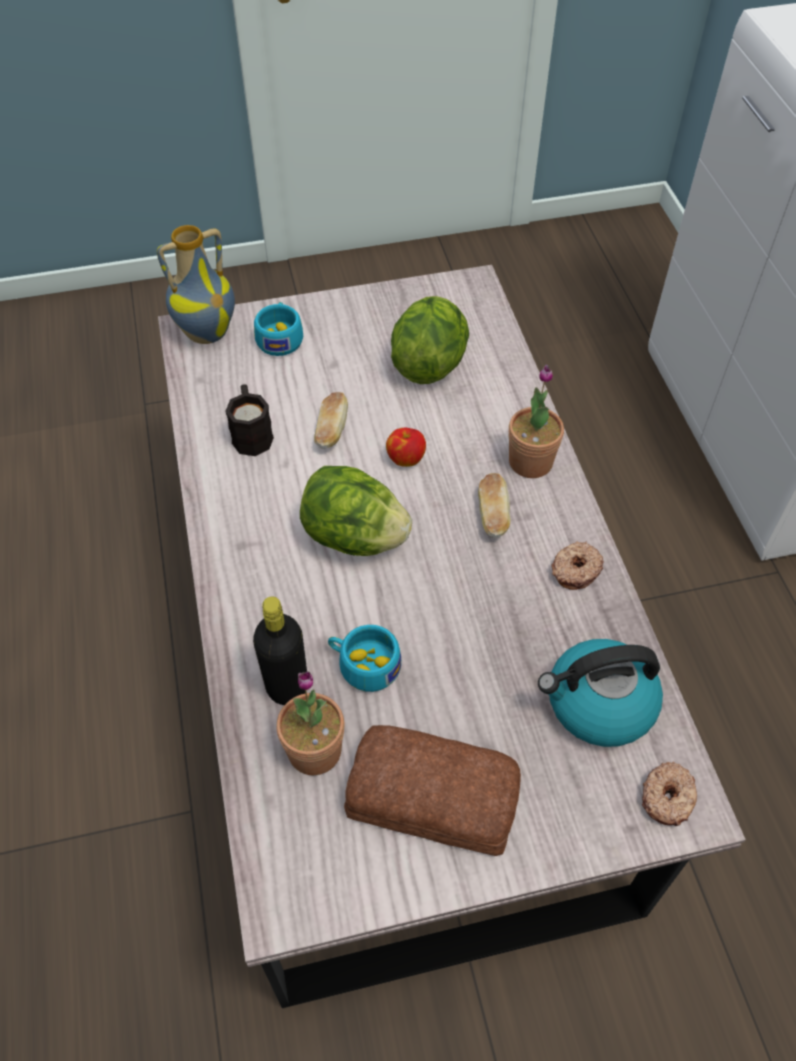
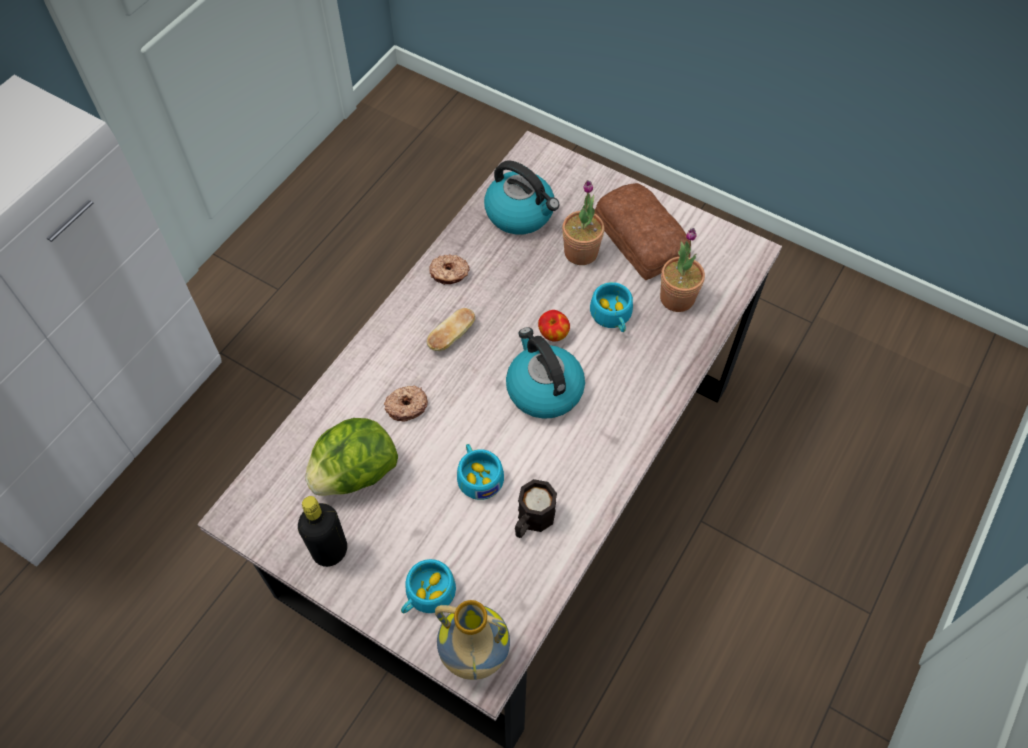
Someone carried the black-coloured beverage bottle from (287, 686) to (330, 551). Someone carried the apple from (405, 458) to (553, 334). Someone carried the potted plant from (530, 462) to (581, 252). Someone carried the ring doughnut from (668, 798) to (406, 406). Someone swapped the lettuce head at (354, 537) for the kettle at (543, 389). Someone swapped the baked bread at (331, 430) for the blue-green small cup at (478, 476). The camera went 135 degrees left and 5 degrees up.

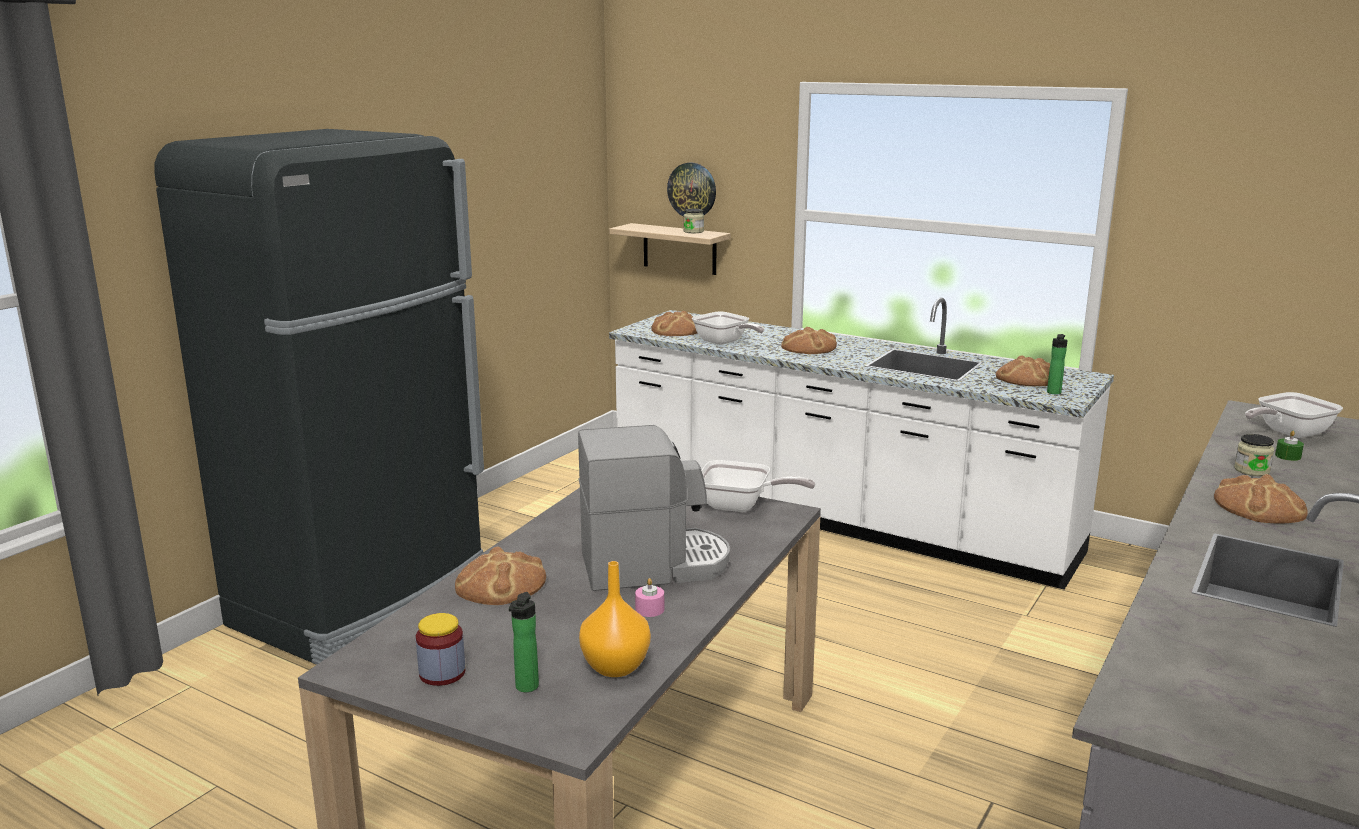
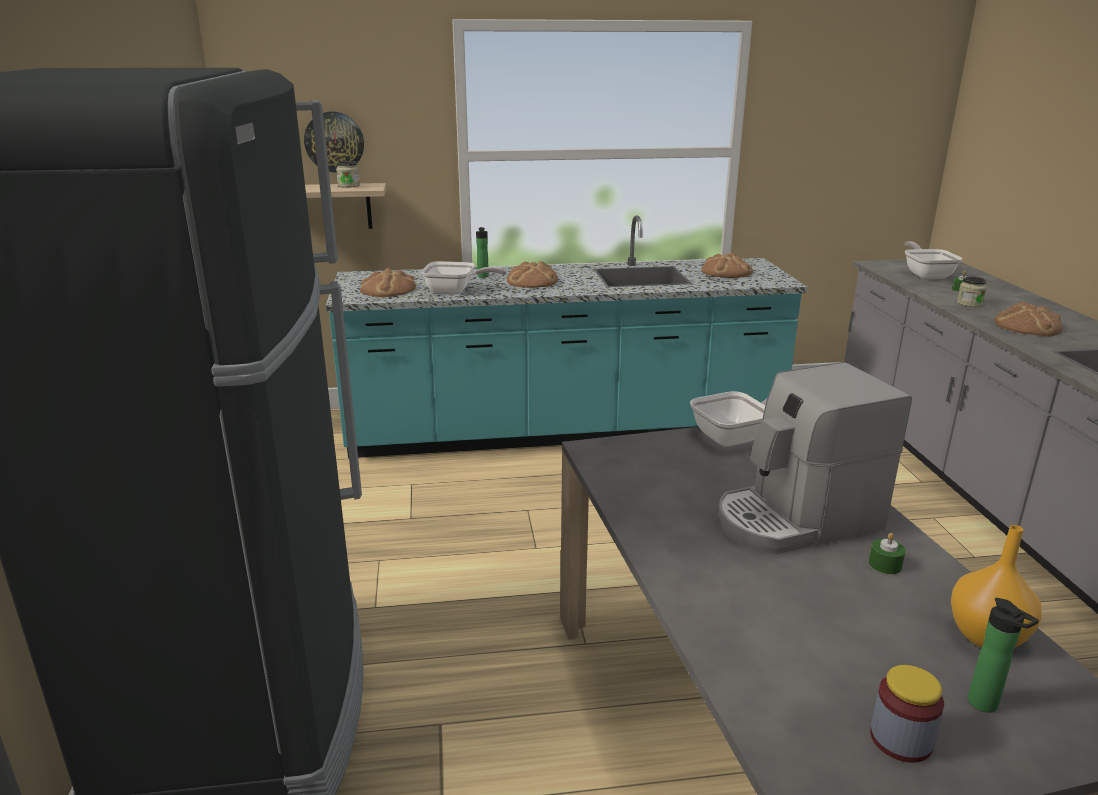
Someone took away the baked bread at (500, 583). Someone carried the beverage bottle from (1053, 393) to (483, 276). Someone repainted the white-coloured kitchen base unit at (835, 518), which became the blue-green kitchen base unit at (564, 431). Someone repainted the pinkish wax candle at (649, 609), which became the greenish wax candle at (885, 564). Someone rotated the coffee maker at (654, 565) by 150 degrees counterclockwise. Someone rotated the pan at (1288, 433) by 150 degrees clockwise. The camera went 40 degrees left and 5 degrees up.

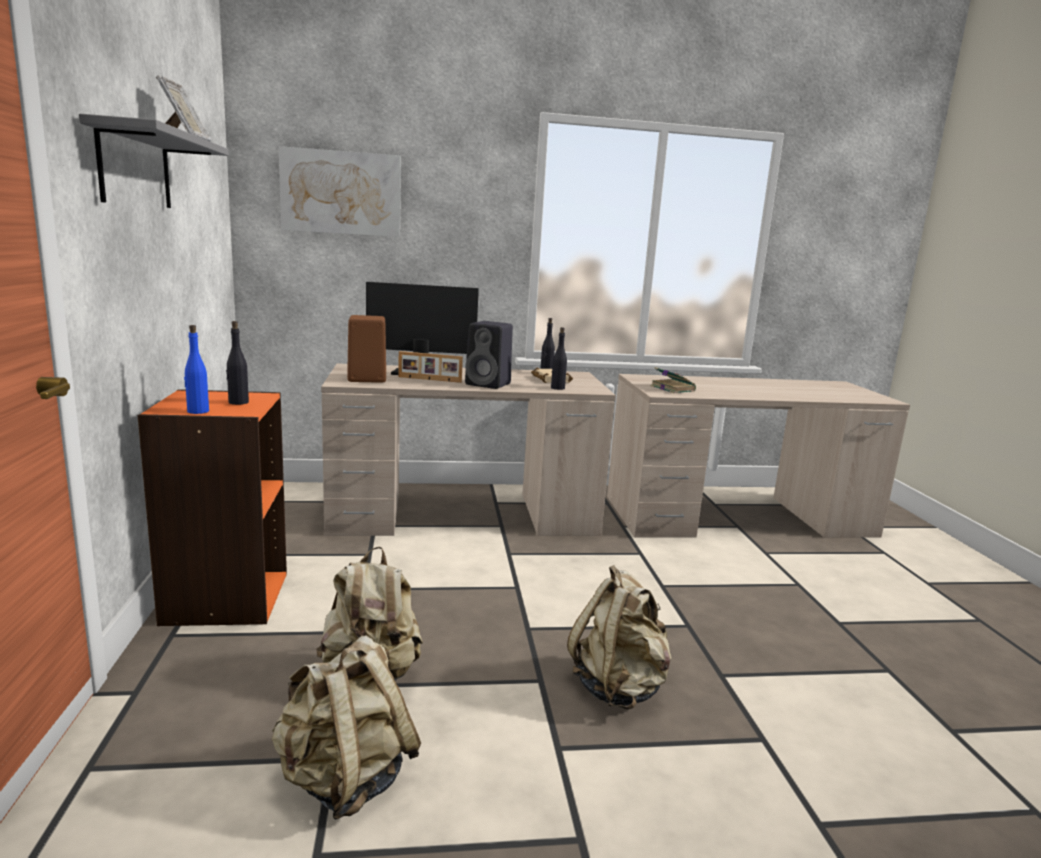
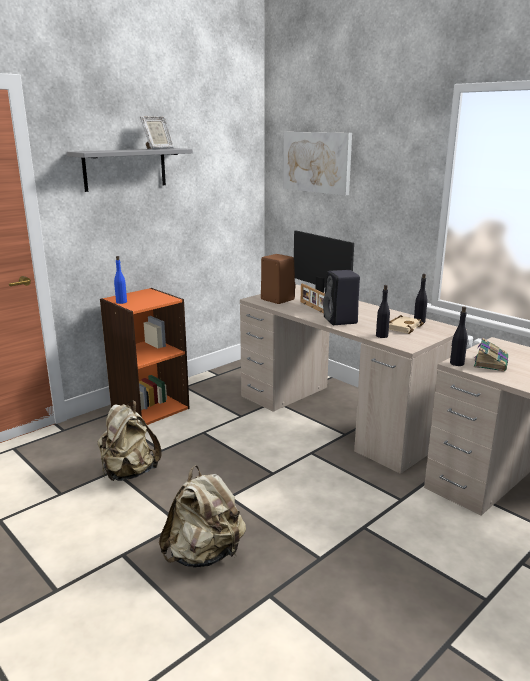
Someone took away the beige-coloured rucksack at (345, 779). Someone carried the black-coloured beverage bottle from (238, 402) to (456, 363). The camera went 55 degrees right and 5 degrees up.

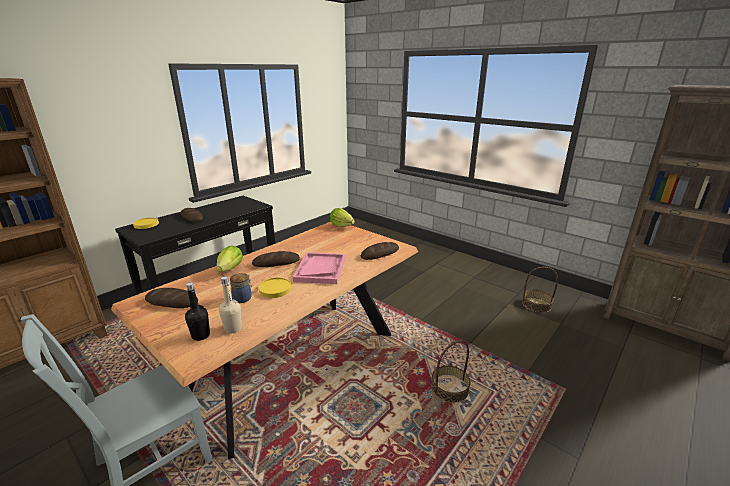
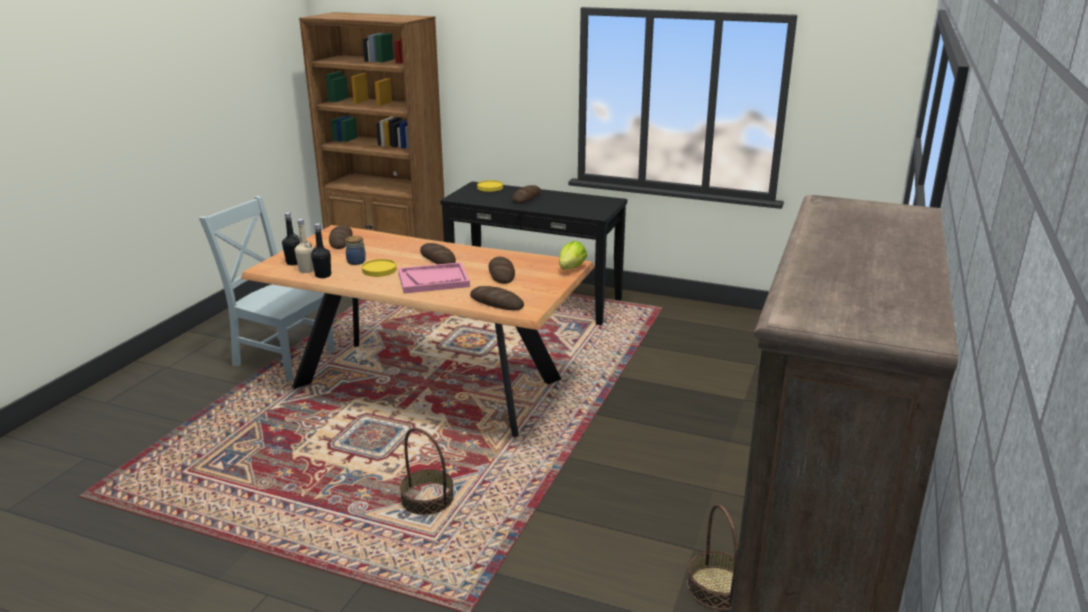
Someone took away the lettuce head at (230, 269). Someone put down the black-coloured beverage bottle at (323, 275). Someone put down the baked bread at (501, 274). The camera went 70 degrees right and 0 degrees up.

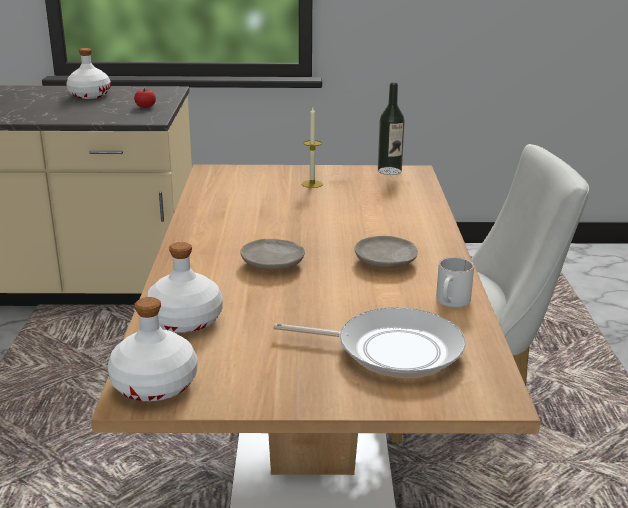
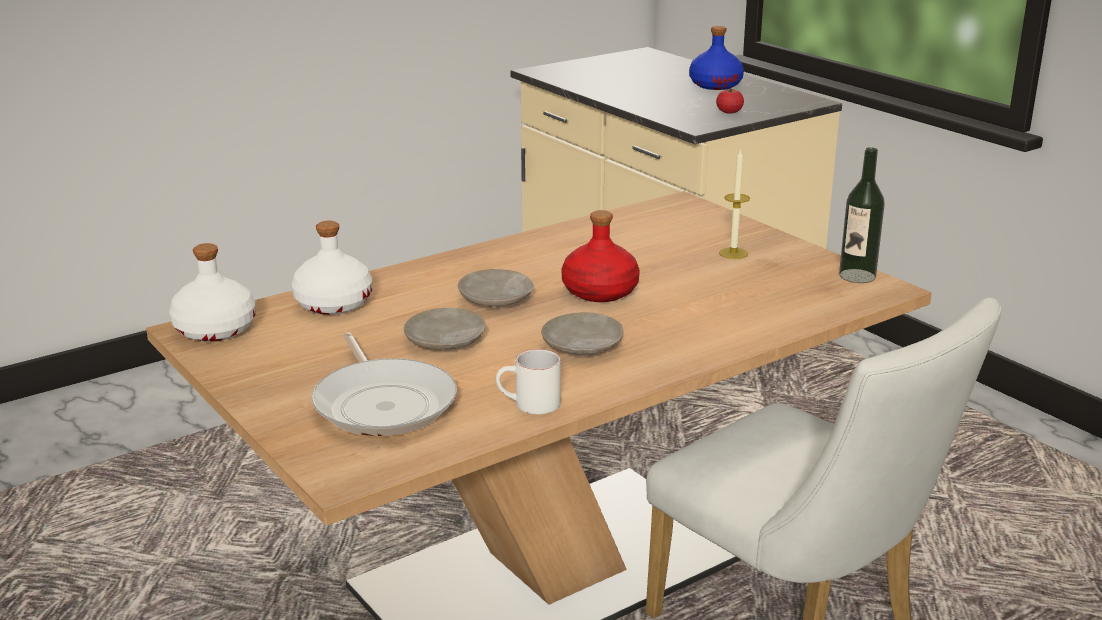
Someone put down the beige-coloured flat dish at (444, 342). Someone put down the red beverage bottle at (600, 292). Someone repainted the white-coloured beverage bottle at (89, 95), which became the blue-coloured beverage bottle at (715, 85). The camera went 55 degrees right and 0 degrees up.

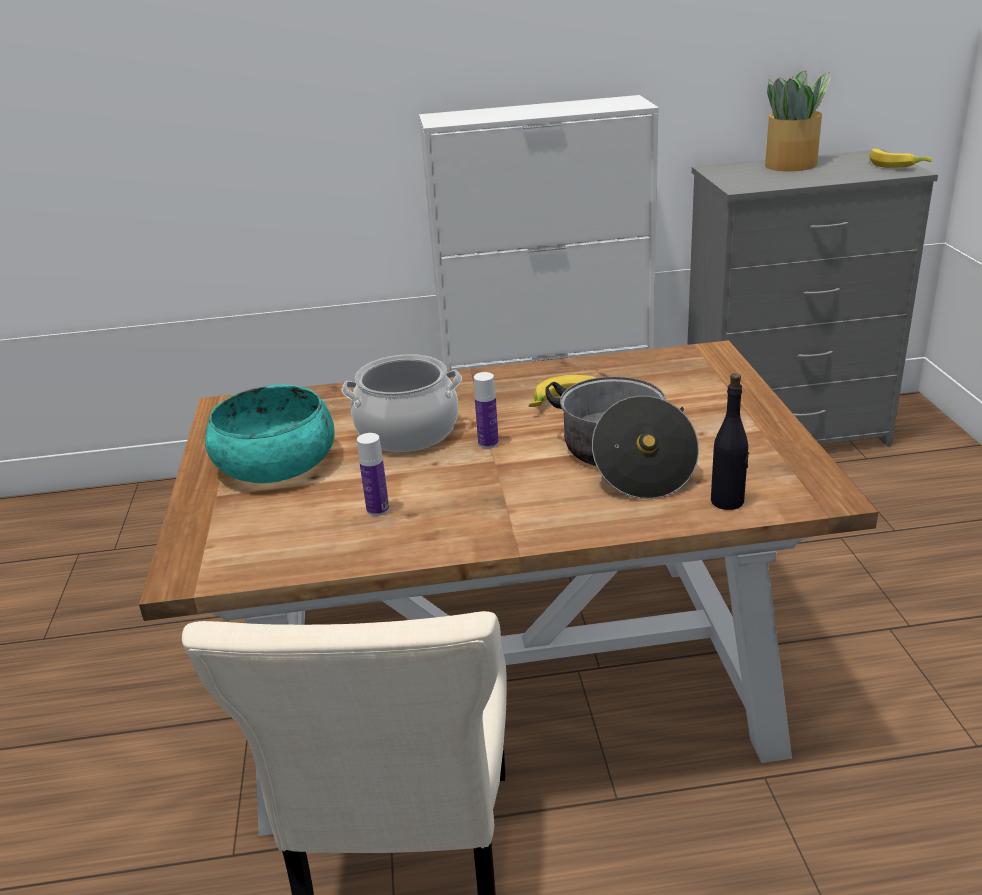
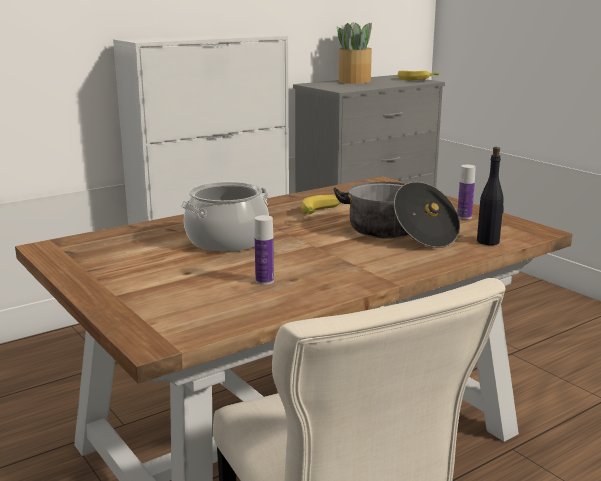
Someone took away the blue-green bowl at (275, 462). Someone carried the beverage bottle from (488, 443) to (464, 217). The camera went 30 degrees left and 10 degrees down.

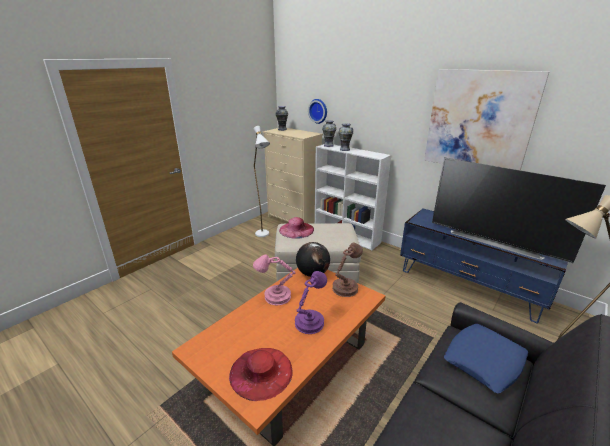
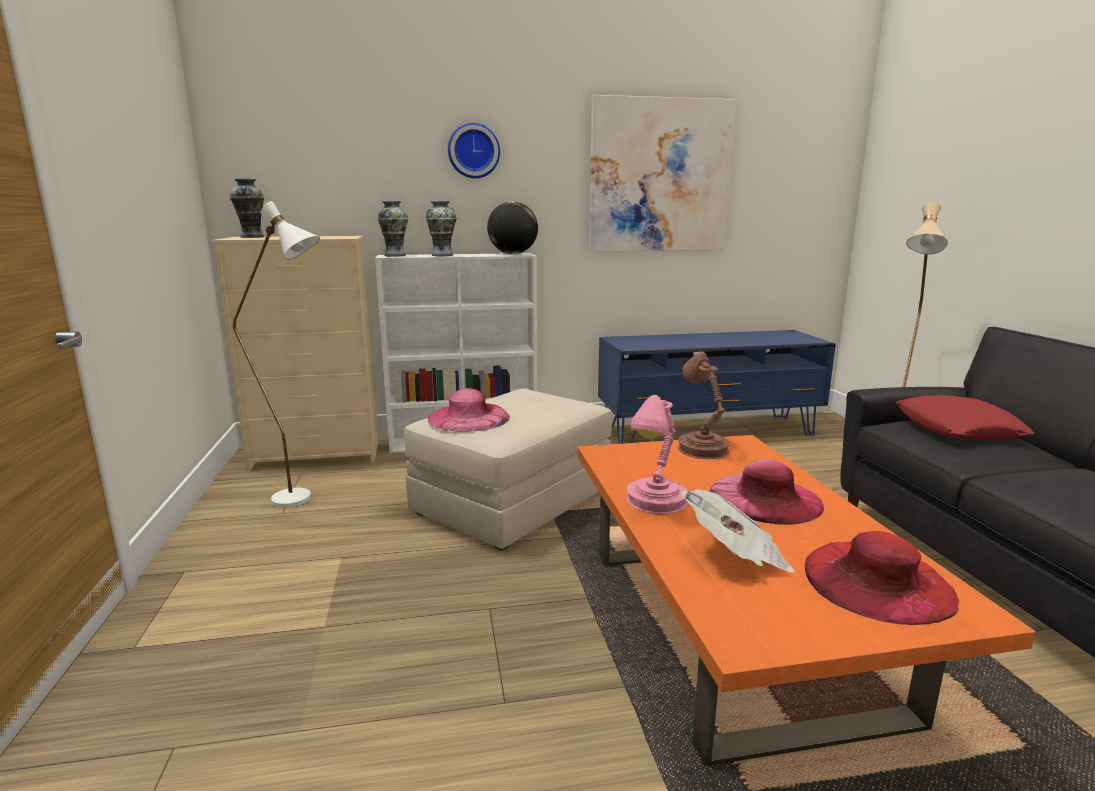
Someone took away the TV set at (495, 241). Someone put down the daily paper at (735, 556). Someone carried the globe from (312, 274) to (512, 254). Someone carried the clock on the wall from (318, 111) to (473, 151). Someone swapped the purplish lamp for a table at (310, 321) for the pinkish clothing hat at (765, 498). Someone repainted the blue-coloured pillow at (484, 361), which became the red pillow at (957, 428). The camera went 50 degrees left and 10 degrees down.

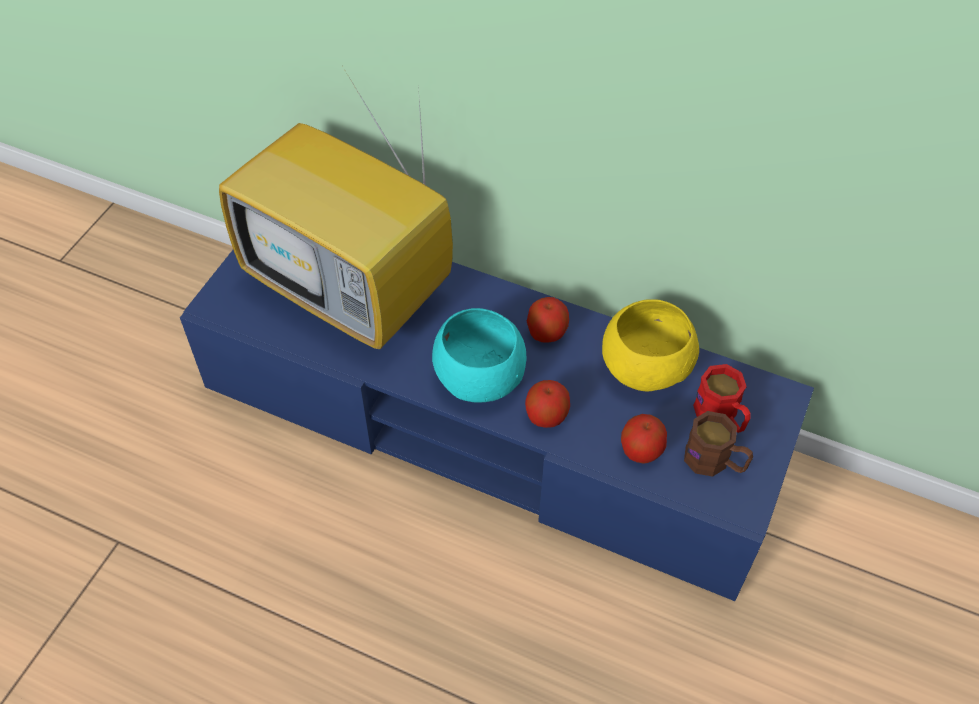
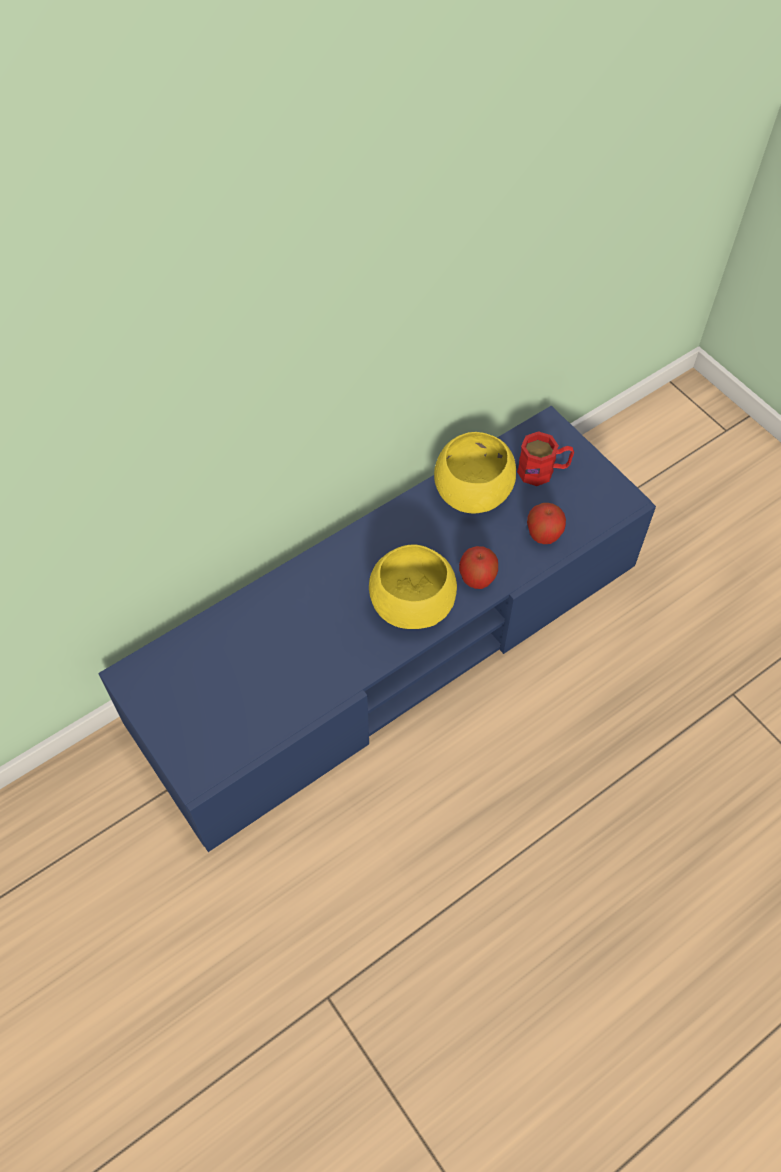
Someone took away the TV set at (354, 292). Someone took away the apple at (546, 333). Someone took away the brownish tea mug at (714, 462). Someone repainted the blue-green bowl at (479, 379), which became the yellow-coloured bowl at (414, 605). The camera went 60 degrees left and 5 degrees up.

